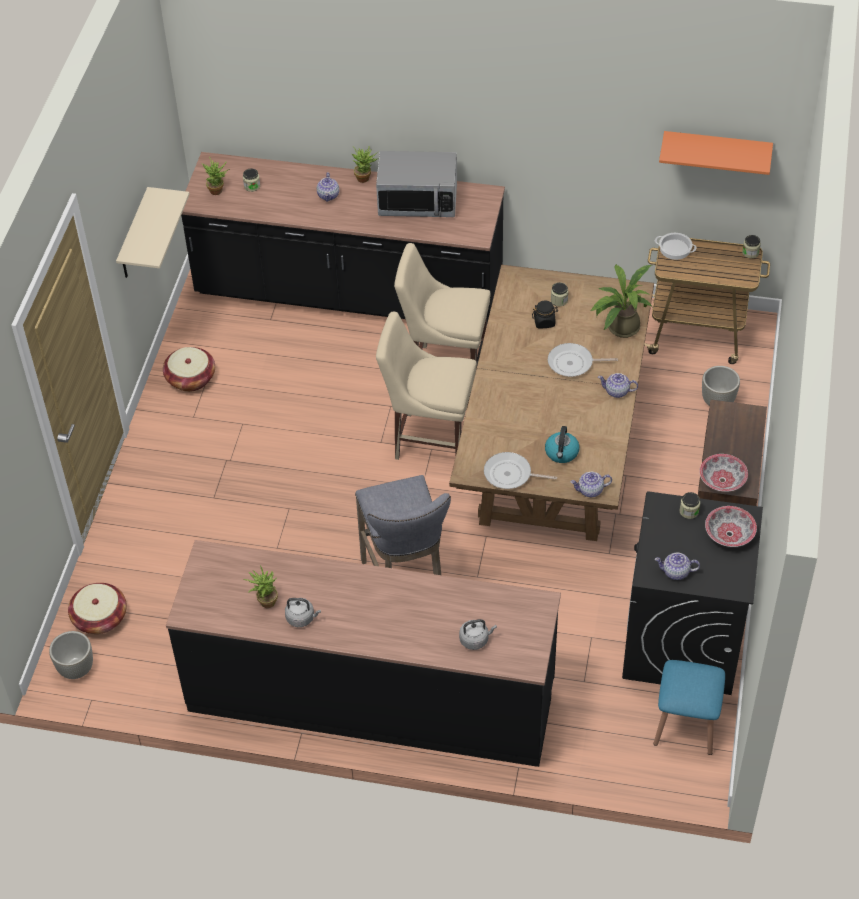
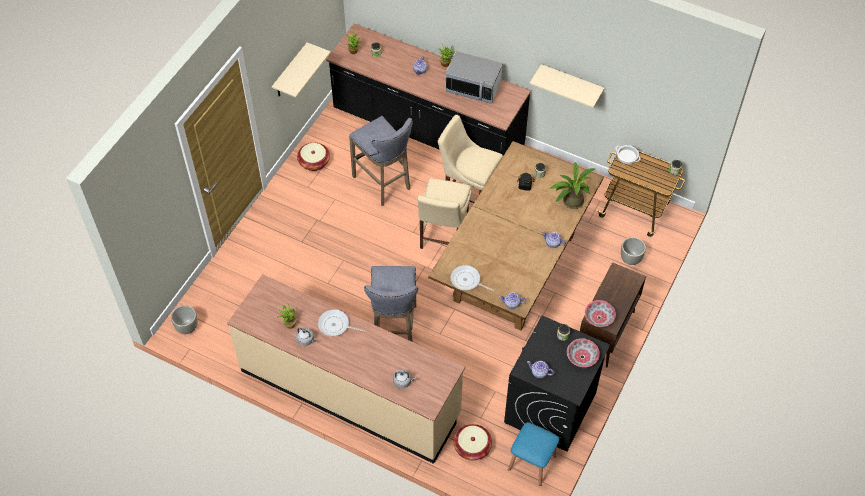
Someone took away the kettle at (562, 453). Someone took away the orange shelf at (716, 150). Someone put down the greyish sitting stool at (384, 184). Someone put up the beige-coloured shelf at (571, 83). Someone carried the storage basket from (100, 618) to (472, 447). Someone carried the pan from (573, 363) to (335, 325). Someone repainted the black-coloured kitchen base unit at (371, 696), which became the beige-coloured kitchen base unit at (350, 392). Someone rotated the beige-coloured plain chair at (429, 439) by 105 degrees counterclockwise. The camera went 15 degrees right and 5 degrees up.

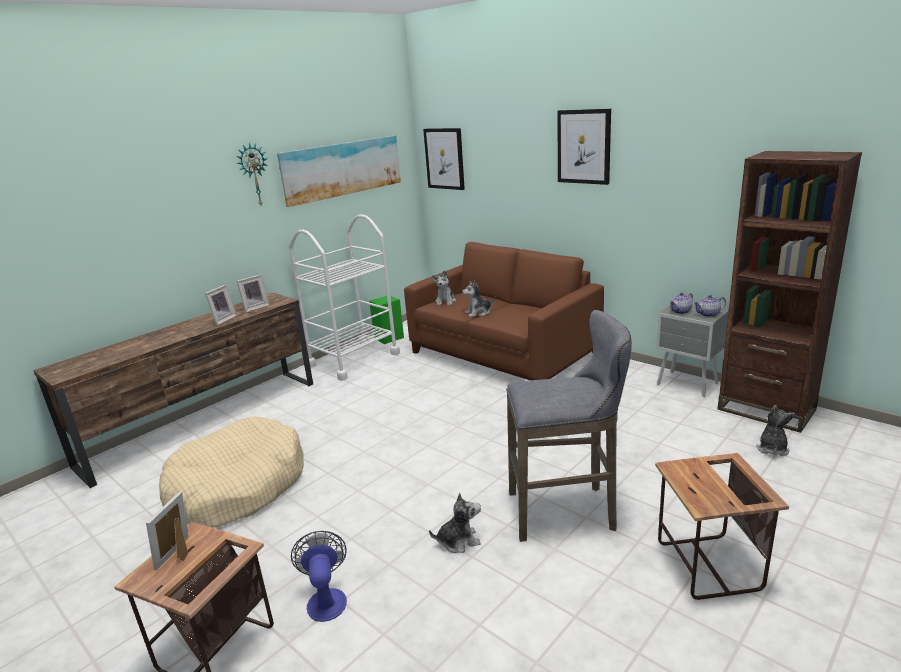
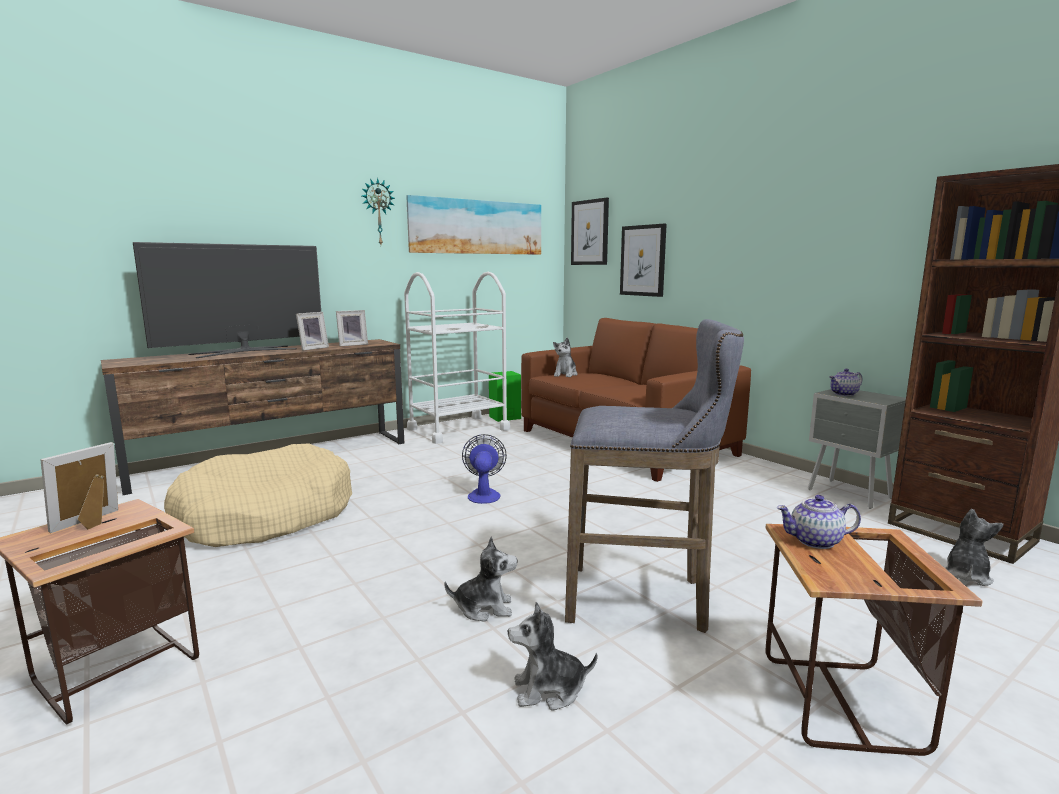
Someone put down the TV set at (244, 351). Someone carried the fan from (326, 598) to (484, 494). Someone carried the cuddly toy from (478, 313) to (549, 690). Someone carried the wall art from (584, 146) to (643, 260). Someone carried the teapot from (708, 314) to (815, 541). The camera went 10 degrees right and 10 degrees down.

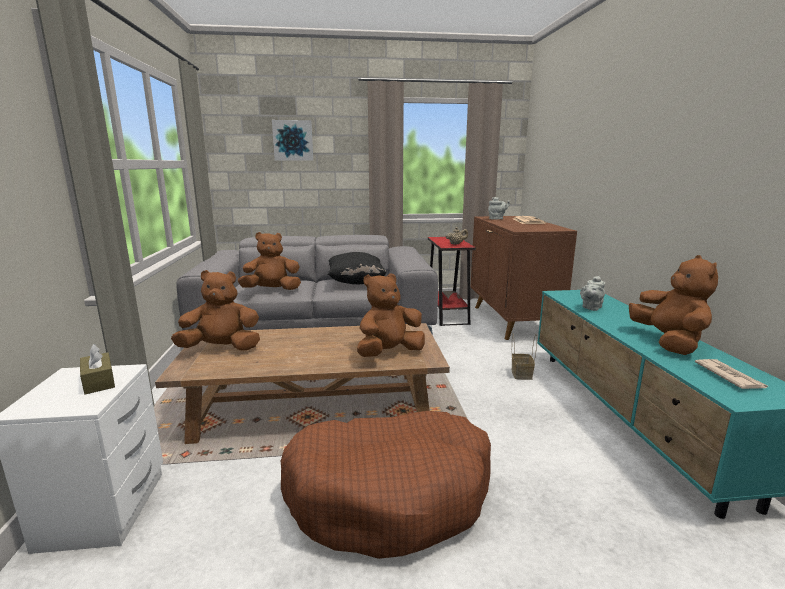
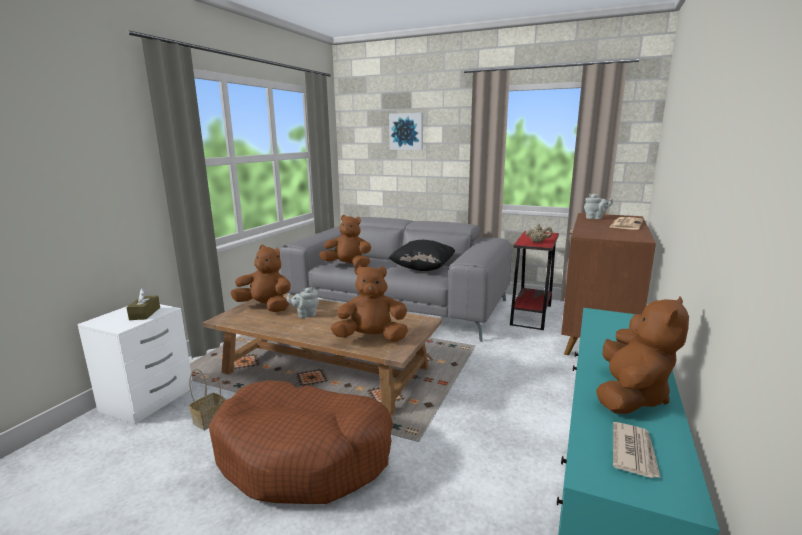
Someone carried the storage basket from (520, 374) to (210, 419). Someone carried the greyish teapot from (591, 308) to (305, 315). The camera went 30 degrees right and 0 degrees up.

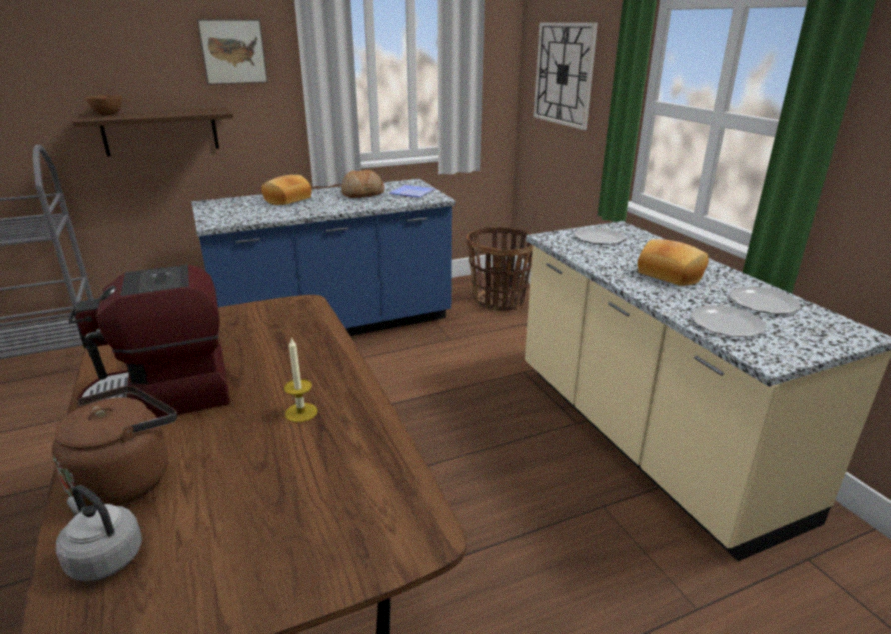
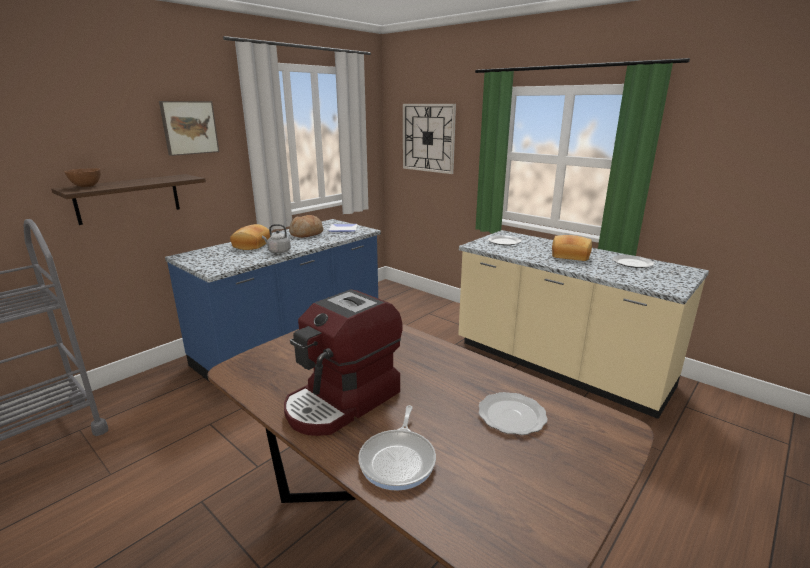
Someone took away the wax candle at (301, 412). Someone took away the storage basket at (499, 301). Someone carried the greyish kettle from (103, 557) to (278, 251). Someone carried the flat dish from (725, 324) to (511, 416). Someone swapped the brownish kettle at (128, 478) for the pan at (399, 460). The camera went 25 degrees left and 5 degrees down.

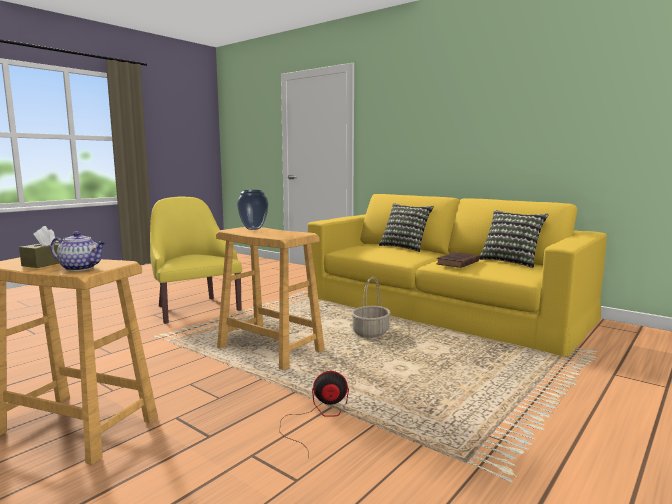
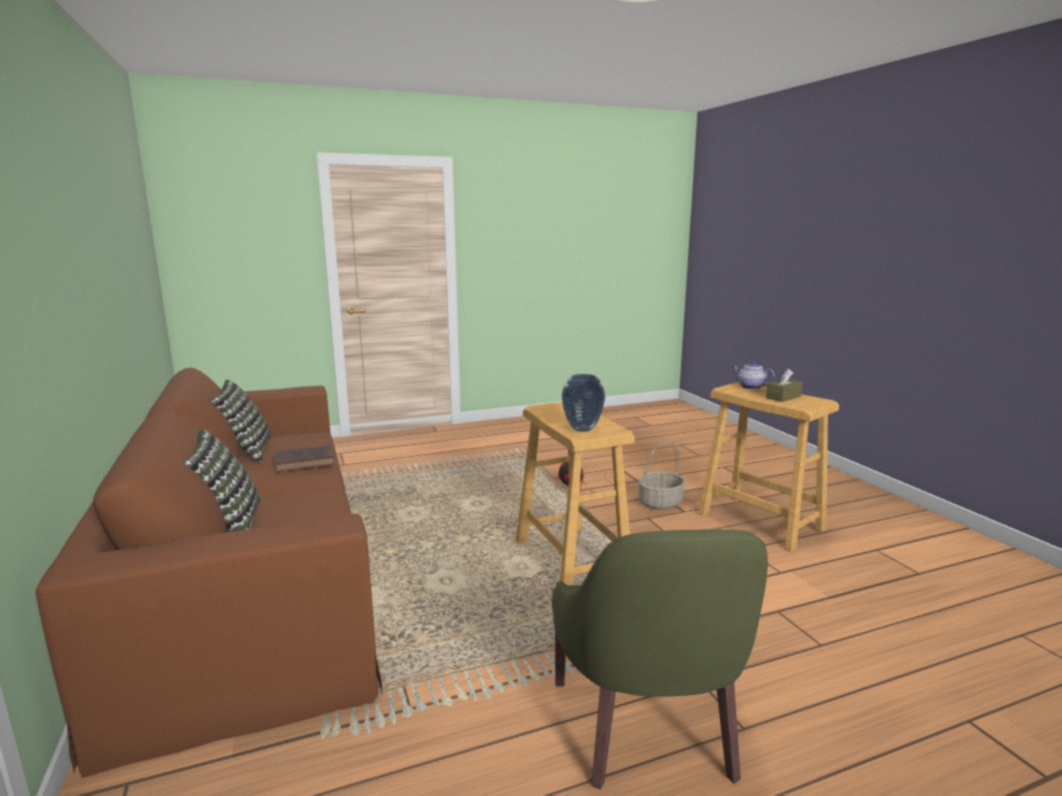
Someone carried the storage basket from (370, 333) to (660, 502). Someone repainted the yellow-coloured lounge chair at (194, 308), which became the greenish lounge chair at (650, 728). Someone repainted the yellow-coloured couch at (442, 307), which became the brownish couch at (251, 575). The camera went 150 degrees left and 5 degrees up.

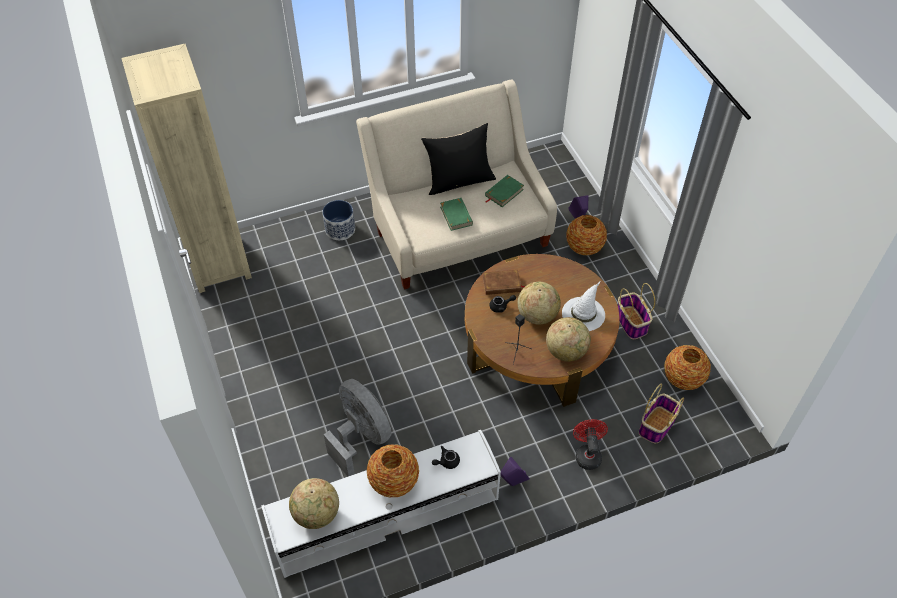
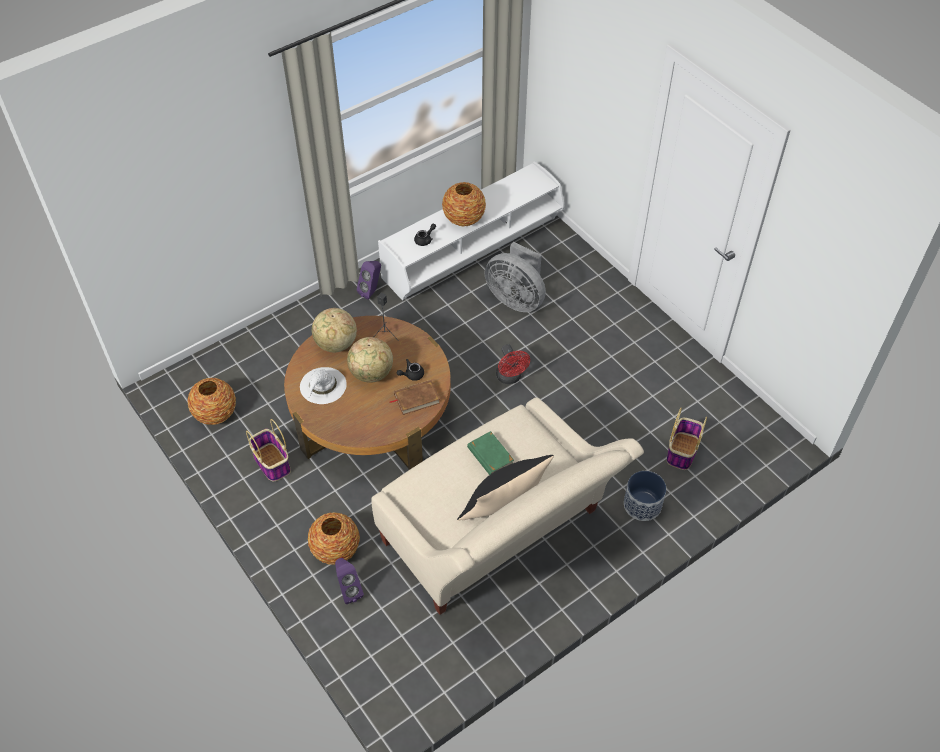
Someone took away the beige-coloured shelving unit at (218, 263). Someone took away the globe at (317, 514). Someone took away the greenish bound book at (504, 192). Someone carried the red fan from (587, 454) to (510, 378). Someone carried the storage basket from (656, 426) to (682, 450). The camera went 165 degrees right and 0 degrees up.

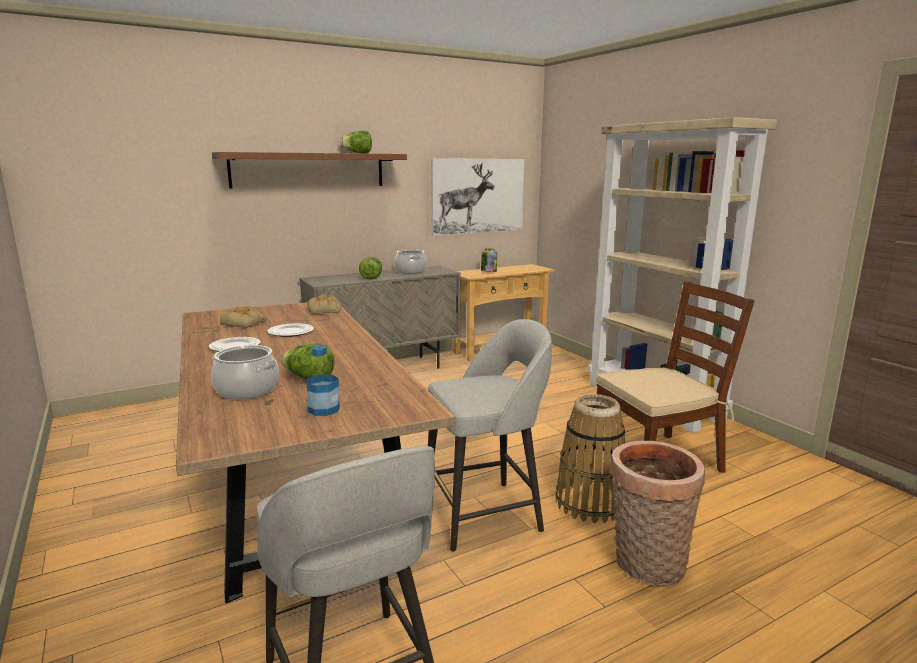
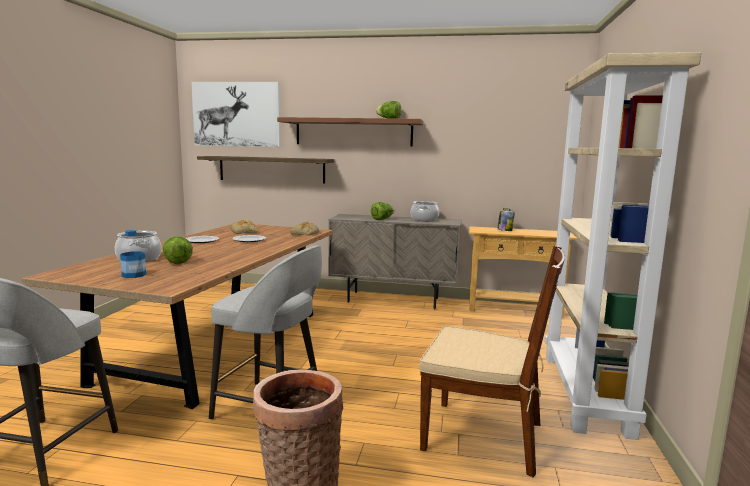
Someone took away the storage basket at (590, 503). Someone put up the shelf at (271, 169). Someone carried the wall art from (478, 196) to (236, 114). The camera went 40 degrees right and 5 degrees down.

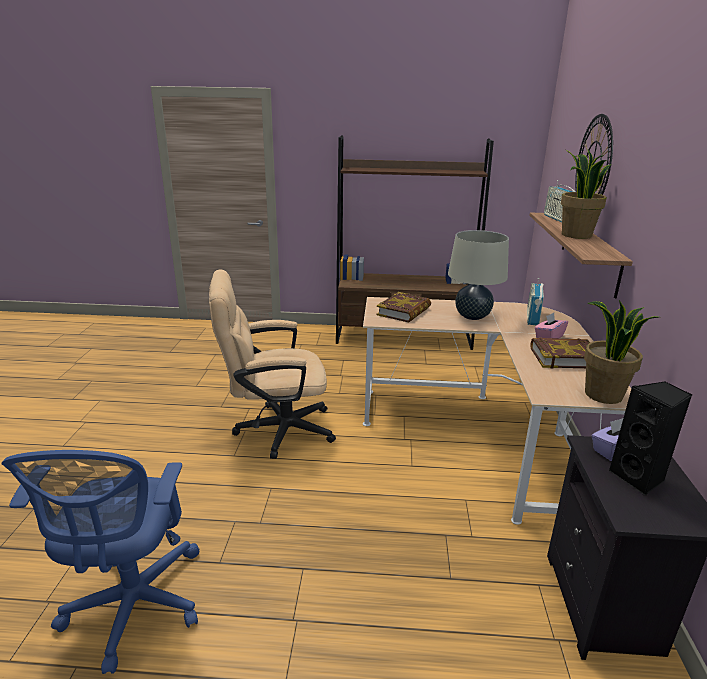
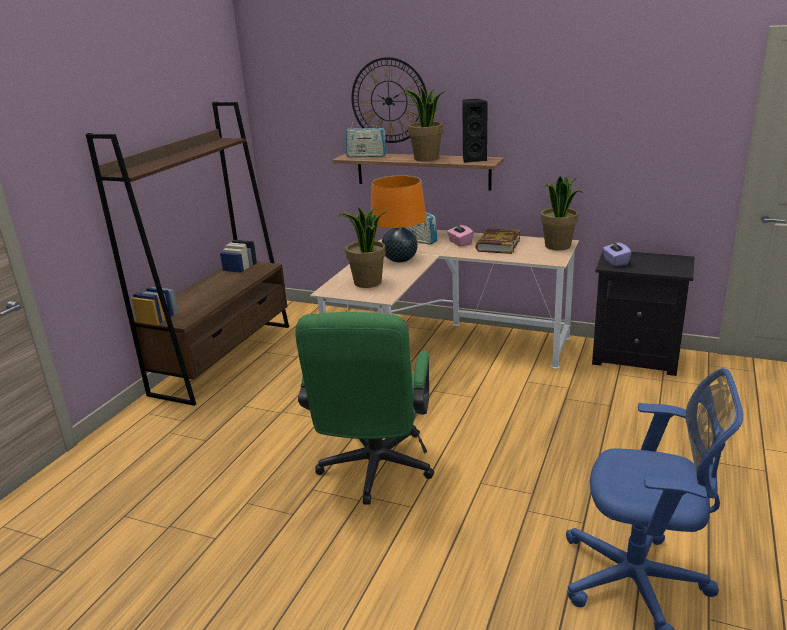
Someone carried the black-coloured audio speaker from (639, 478) to (473, 159). Someone swapped the bound book at (404, 311) for the potted plant at (367, 283). Someone repainted the beige-coloured desk chair at (275, 430), which became the greenish desk chair at (374, 472). Someone repainted the beige-coloured lamp for a table at (472, 316), which became the orange lamp for a table at (400, 259). The camera went 70 degrees left and 0 degrees up.

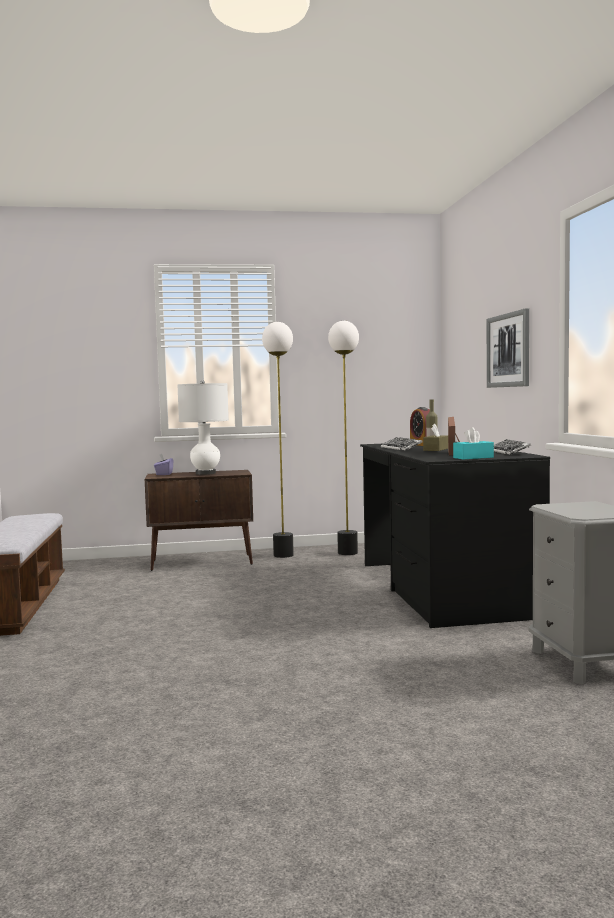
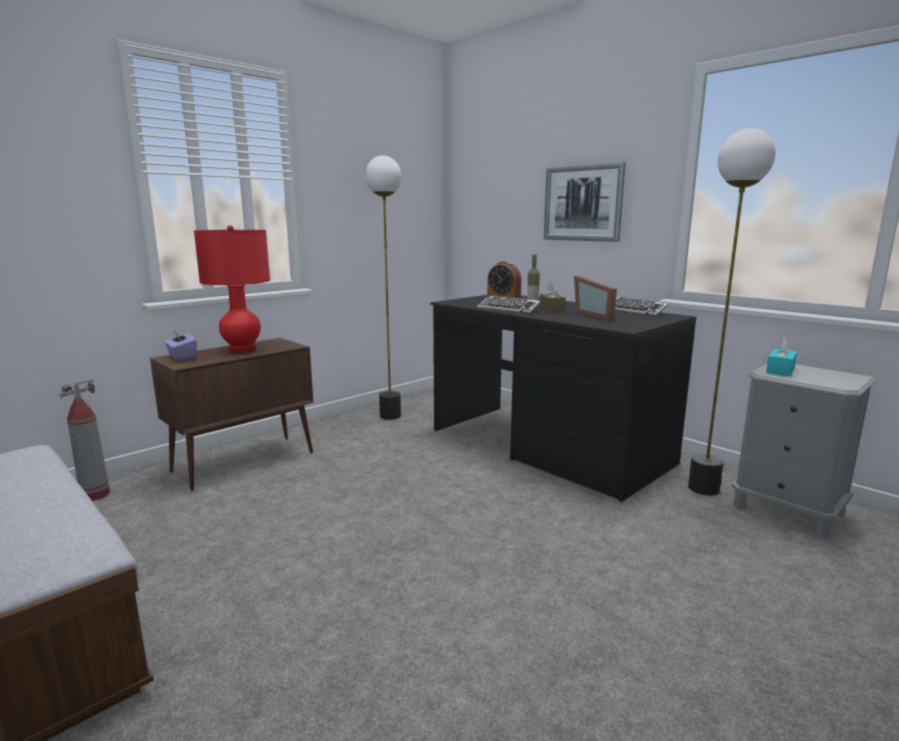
Someone put down the fire extinguisher at (95, 495). Someone carried the floor lamp from (284, 555) to (703, 488). Someone carried the blue-green tissue box from (473, 457) to (780, 370). Someone repainted the white-coloured lamp for a table at (205, 473), which became the red lamp for a table at (242, 350). The camera went 35 degrees left and 10 degrees up.

